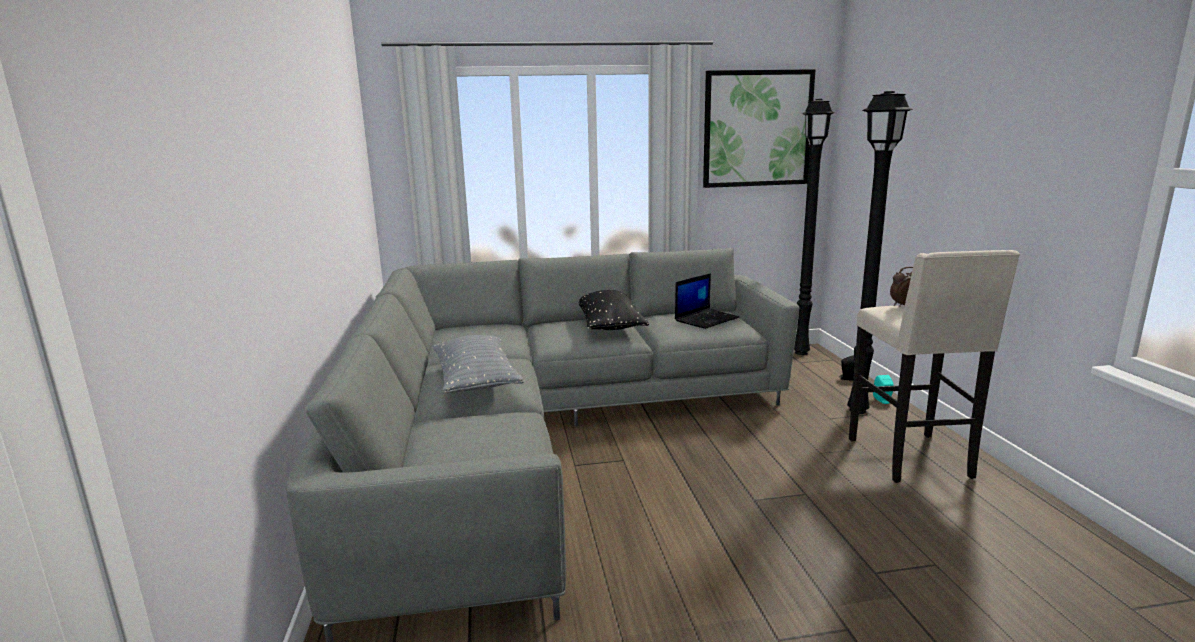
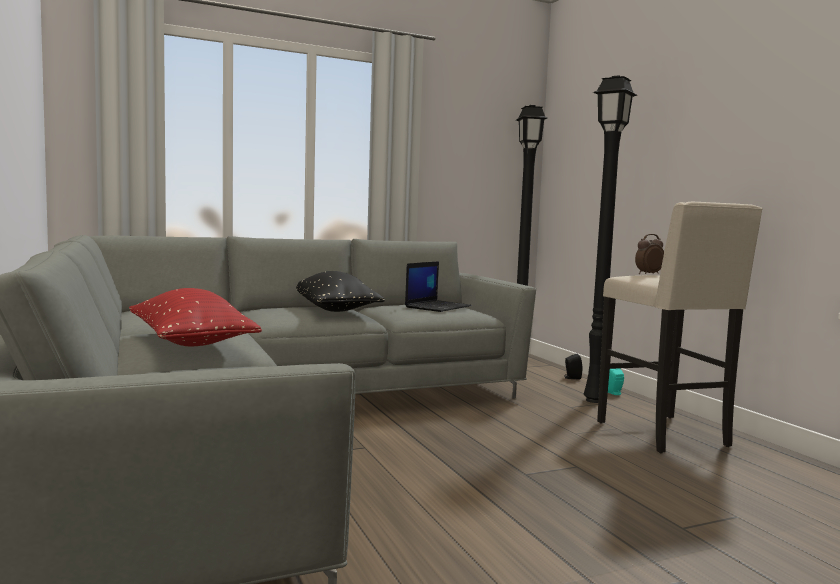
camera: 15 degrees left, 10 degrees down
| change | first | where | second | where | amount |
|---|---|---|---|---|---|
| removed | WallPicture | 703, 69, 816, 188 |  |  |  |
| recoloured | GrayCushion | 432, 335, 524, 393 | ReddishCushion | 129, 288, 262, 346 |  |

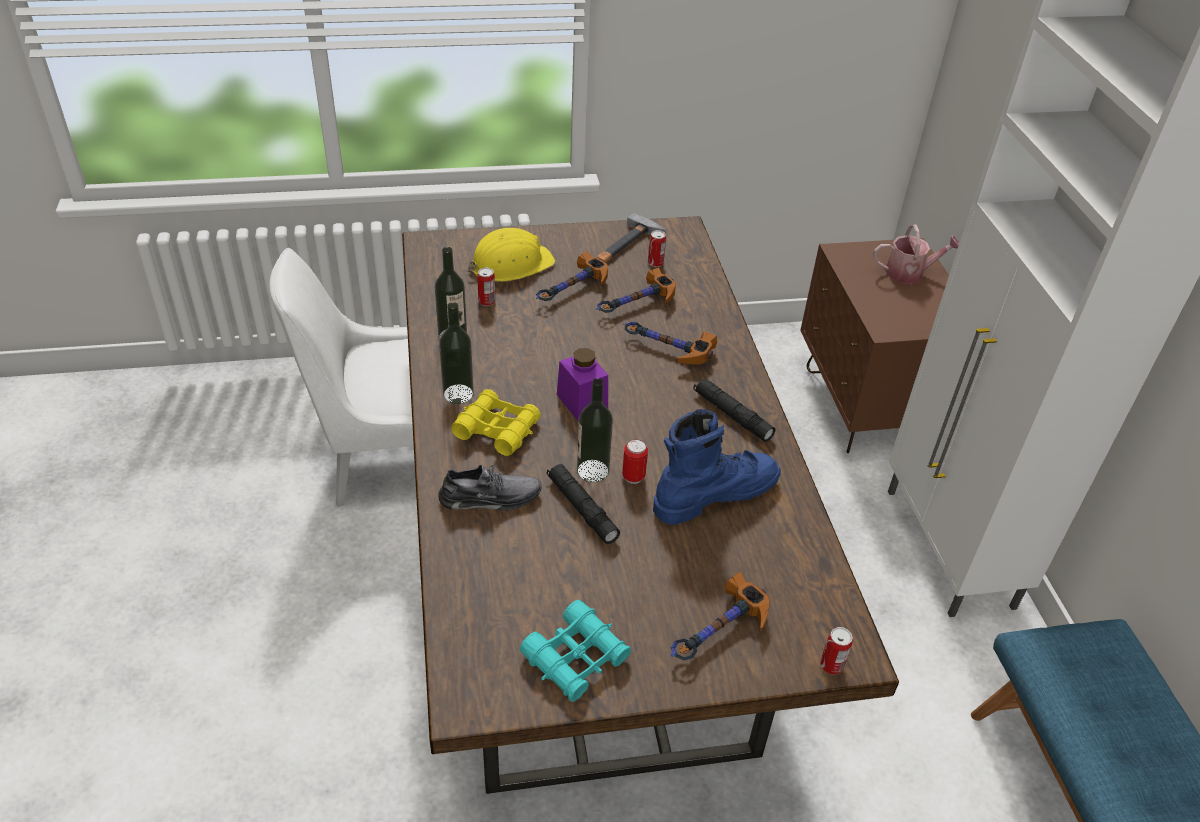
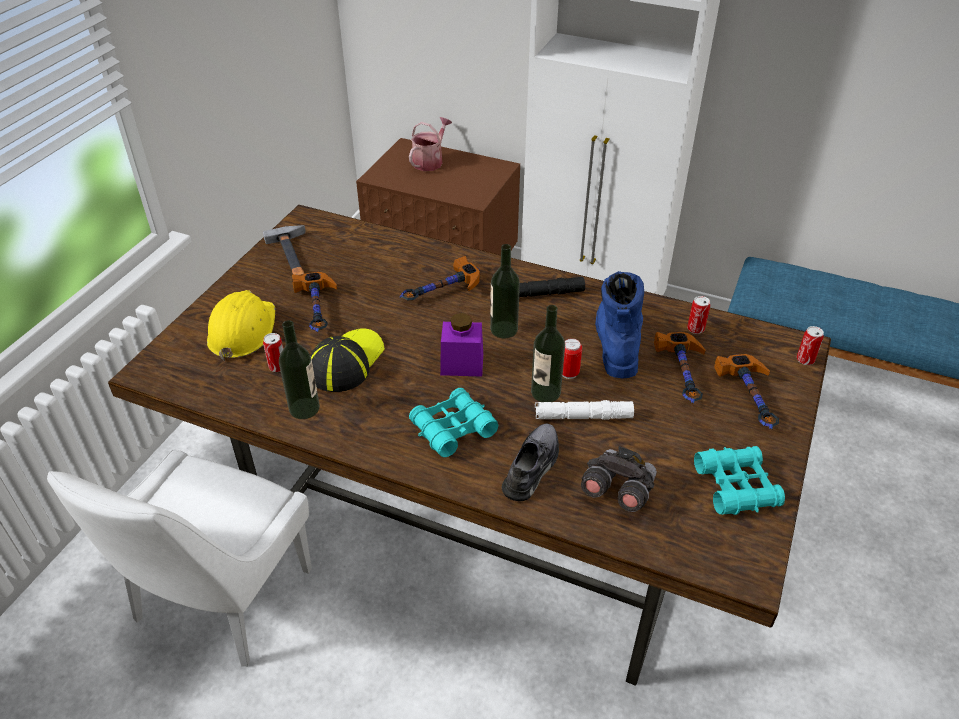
camera: 55 degrees left, 0 degrees up
| change | first | where | second | where | amount |
|---|---|---|---|---|---|
| added |  |  | PeakedCap | 310, 328, 385, 392 |  |
| added |  |  | GrayBinoculars | 581, 446, 657, 512 |  |
| moved | Bottle | 439, 302, 474, 404 |  | 490, 244, 520, 338 |  |
| moved | HandHammer | 596, 267, 676, 313 |  | 654, 332, 706, 403 |  |
| moved | Can | 648, 230, 666, 267 |  | 687, 296, 710, 334 |  |
| recoloured | YellowBinoculars | 452, 389, 541, 456 | TurquoiseBinoculars | 409, 388, 498, 457 |  |
| recoloured | BlackFlashlight | 547, 463, 620, 544 | WhiteFlashlight | 535, 400, 634, 420 |  |

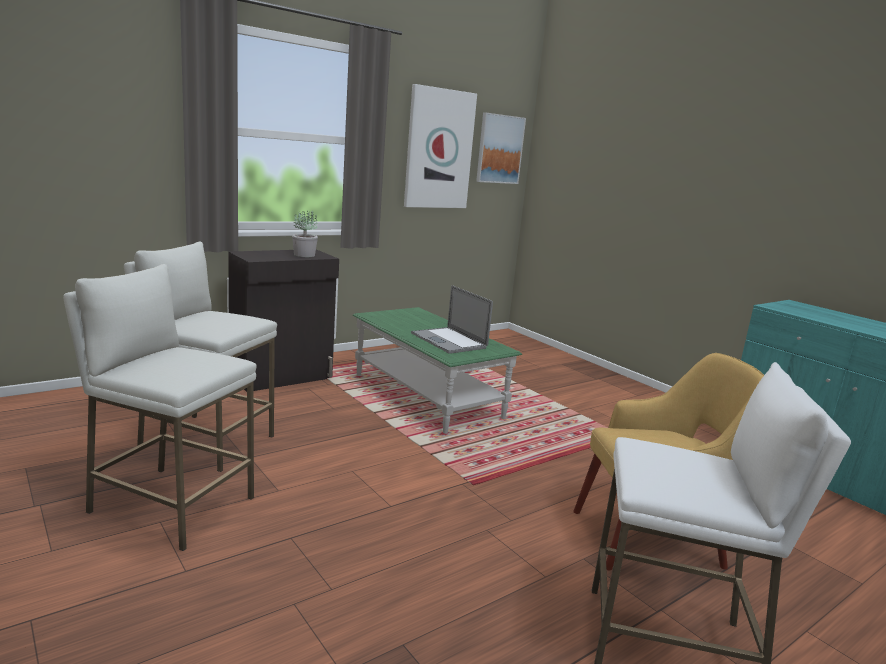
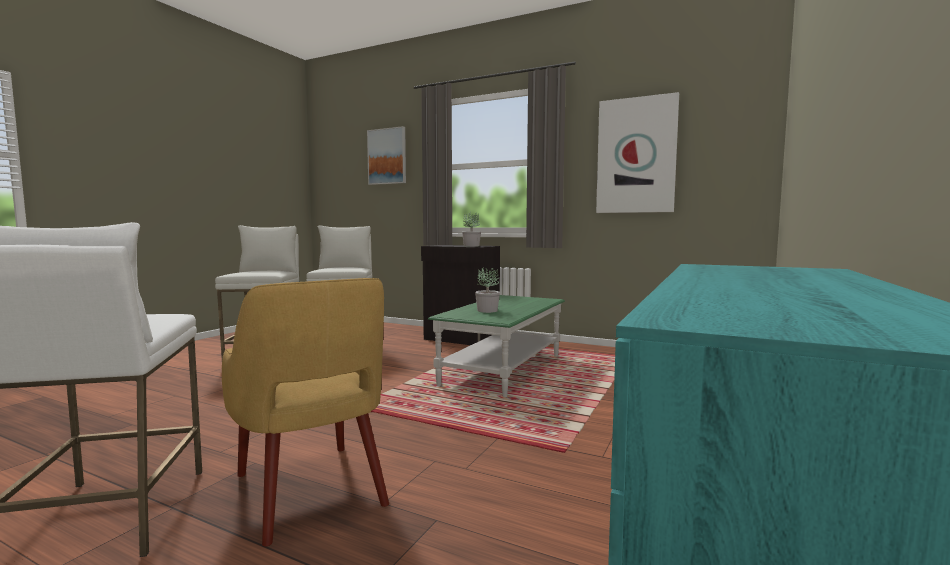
camera: 65 degrees right, 10 degrees down
| change | first | where | second | where | amount |
|---|---|---|---|---|---|
| moved | WallPicture | 476, 112, 526, 184 |  | 367, 126, 406, 185 |  |
| replaced | PortableComputer | 411, 285, 493, 354 | PlantInAPot | 475, 267, 500, 313 |  |

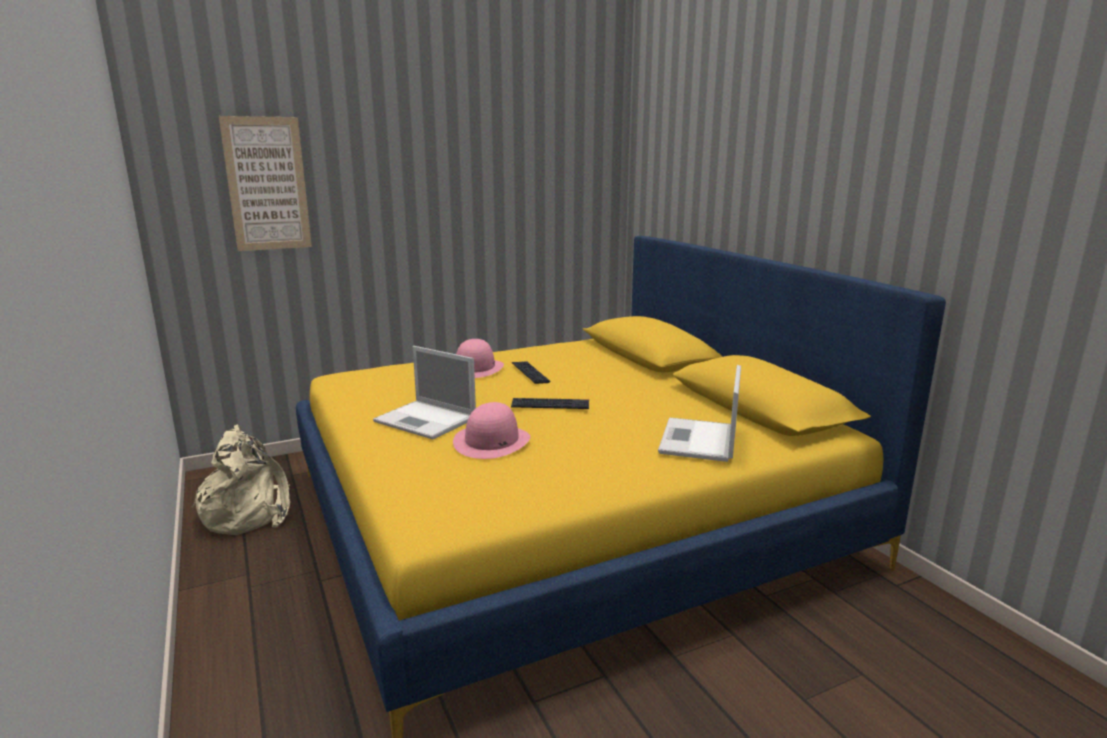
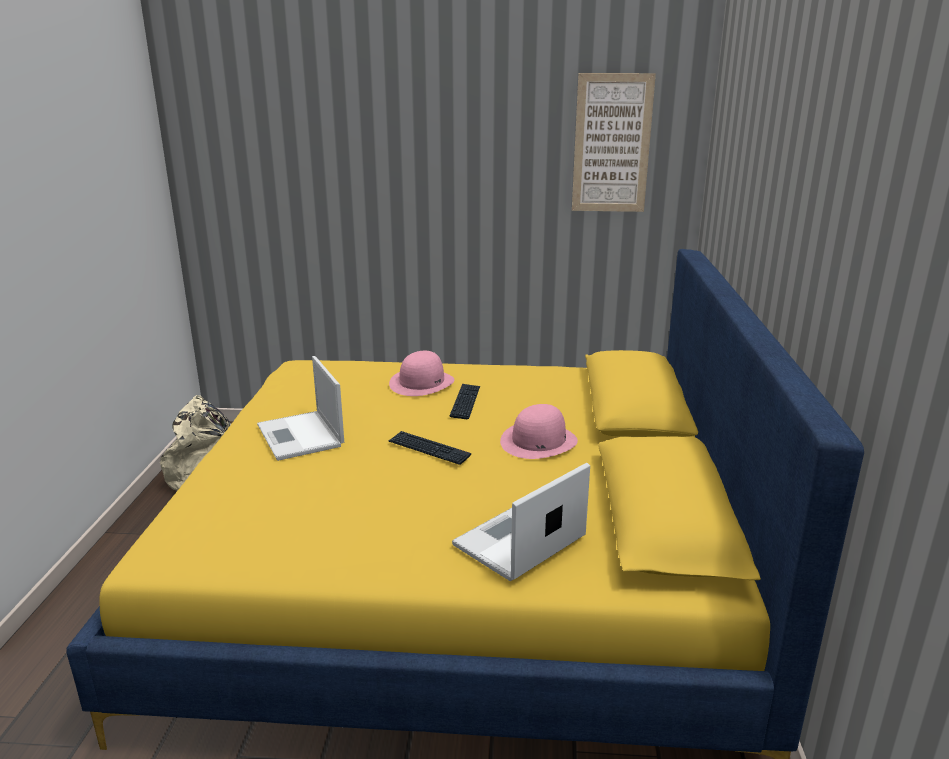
camera: 30 degrees right, 5 degrees up
| change | first | where | second | where | amount |
|---|---|---|---|---|---|
| moved | WallPicture | 219, 116, 312, 251 |  | 572, 73, 656, 212 |  |
| moved | PinkHat | 453, 402, 530, 459 |  | 500, 404, 578, 459 |  |

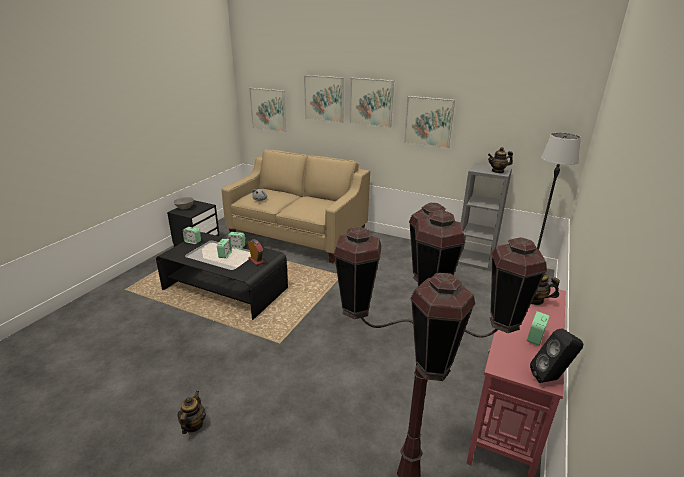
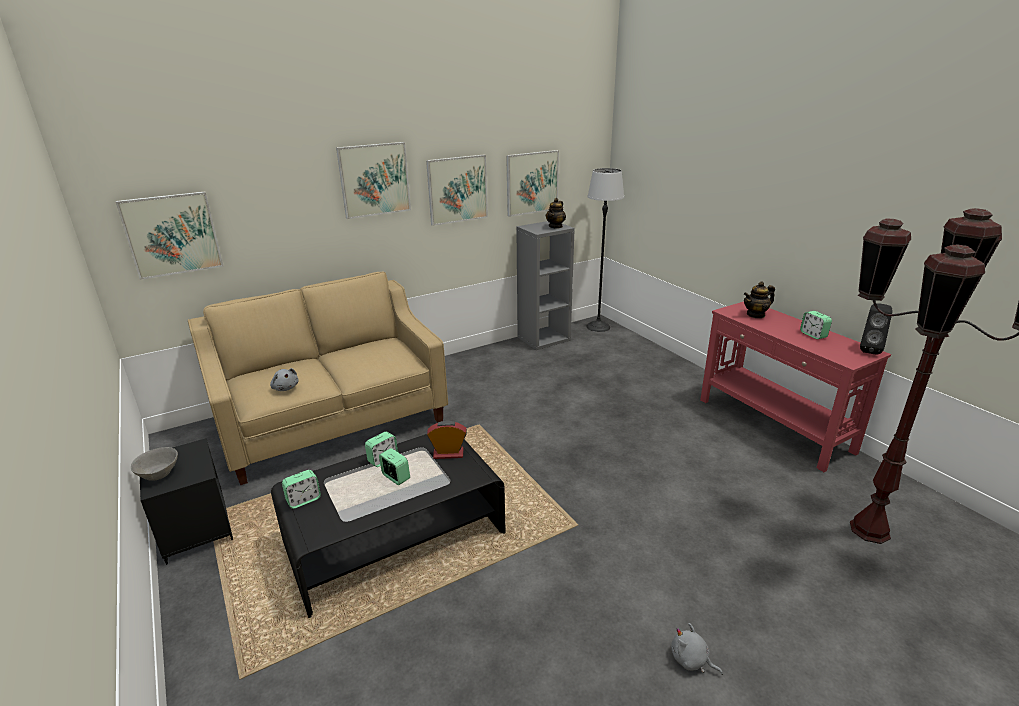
camera: 55 degrees left, 0 degrees up
| change | first | where | second | where | amount |
|---|---|---|---|---|---|
| moved | WallPicture | 304, 75, 344, 123 |  | 506, 150, 559, 217 |  |
| replaced | Teapot | 177, 391, 206, 434 | GrayCuddlyToy | 671, 623, 723, 675 |  |

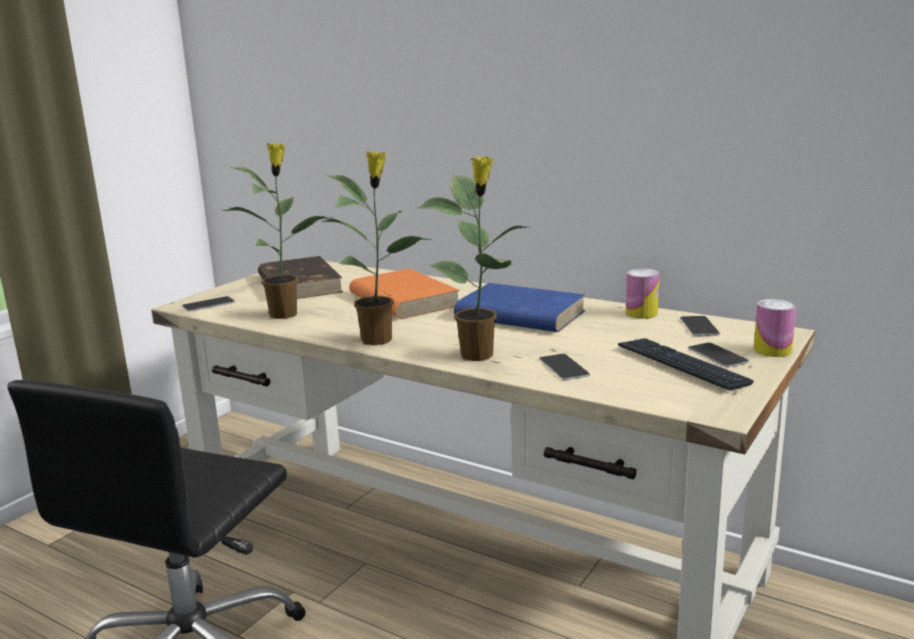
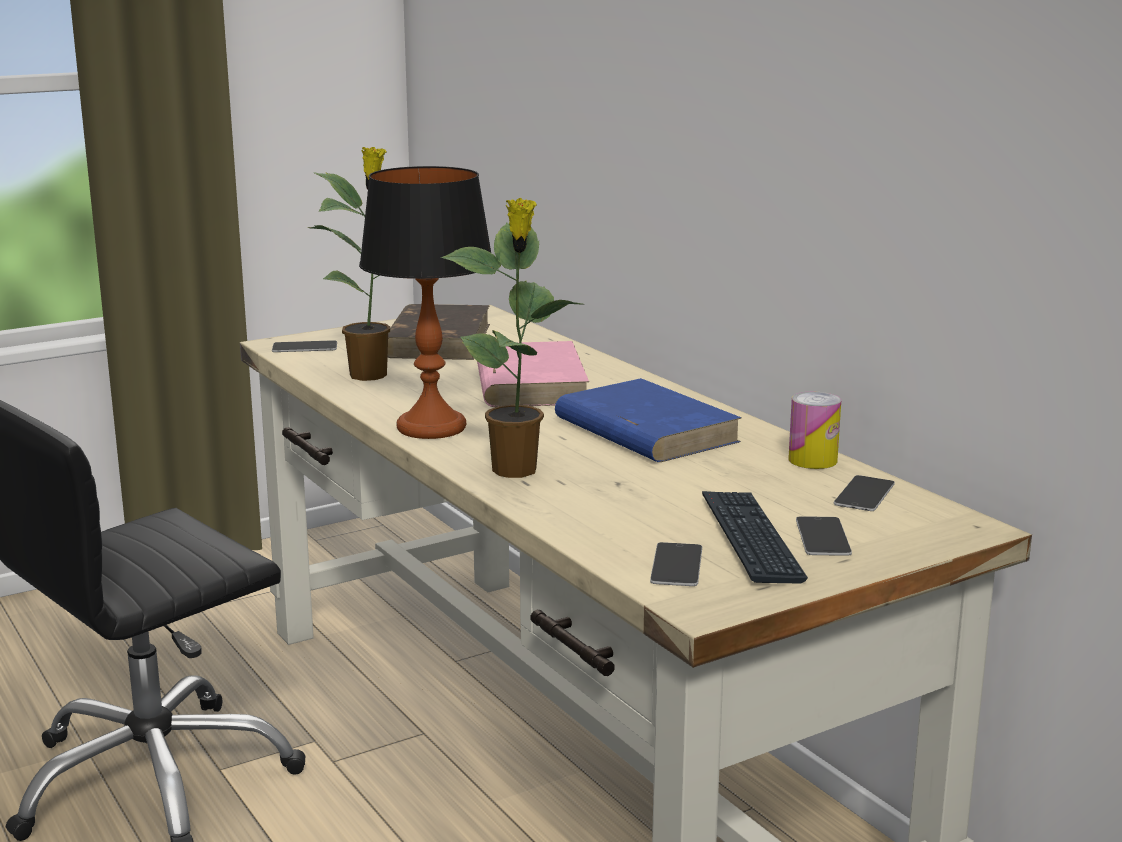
camera: 25 degrees right, 0 degrees up
| change | first | where | second | where | amount |
|---|---|---|---|---|---|
| removed | Can | 754, 299, 797, 357 |  |  |  |
| moved | Handset | 539, 354, 590, 380 |  | 650, 542, 702, 586 |  |
| replaced | PlantInAPot | 322, 151, 432, 345 | TabletopLamp | 359, 166, 491, 439 |  |
| recoloured | OrangeColouredVolume | 349, 268, 460, 319 | PinkVolume | 477, 341, 589, 407 |  |

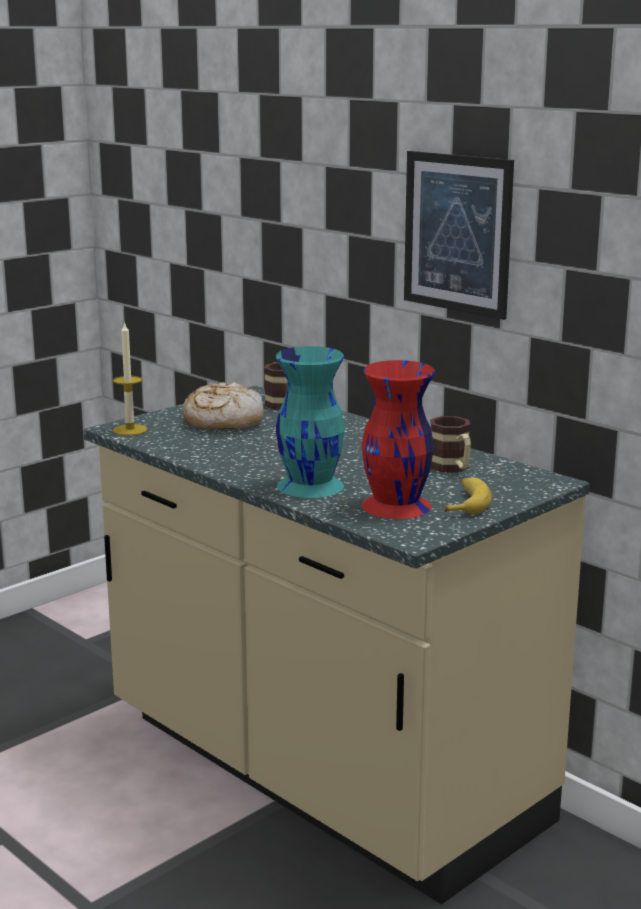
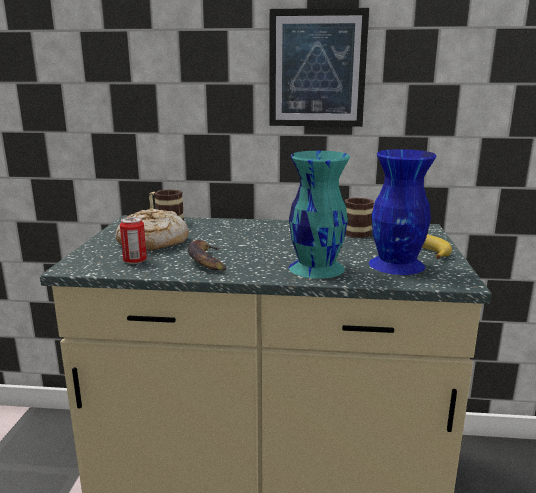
camera: 40 degrees left, 0 degrees up
| change | first | where | second | where | amount |
|---|---|---|---|---|---|
| removed | Candle | 113, 322, 147, 435 |  |  |  |
| added |  |  | Can | 120, 217, 147, 264 |  |
| added |  |  | BananaFruit | 188, 240, 226, 271 |  |
| recoloured | ReddishVase | 361, 360, 435, 519 | BluishVase | 369, 149, 436, 275 |  |

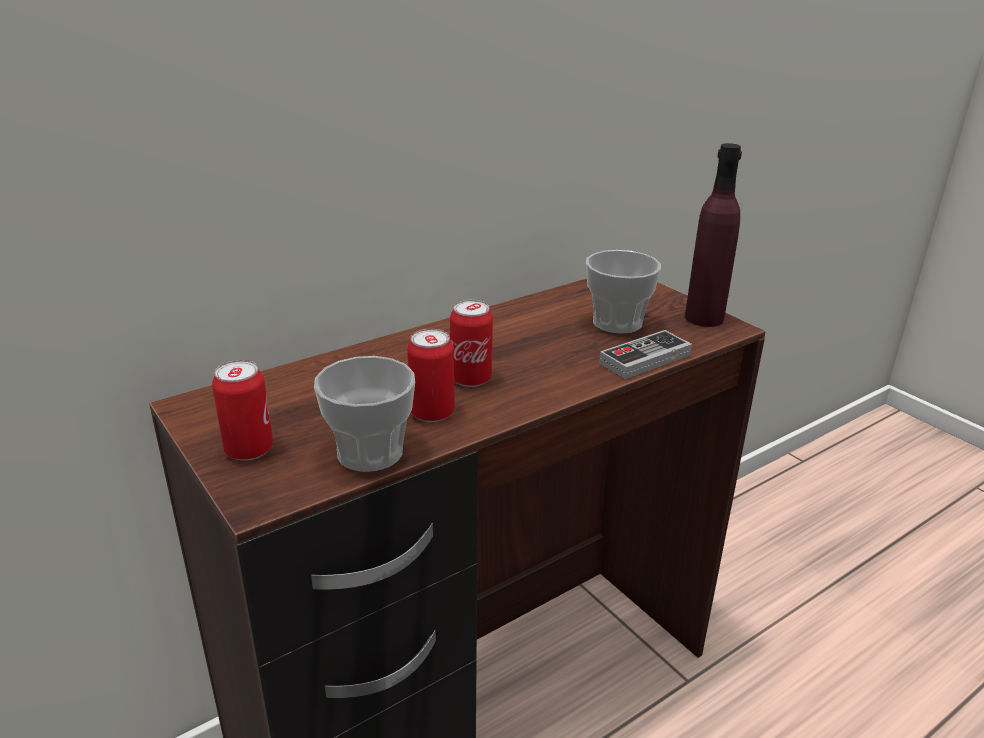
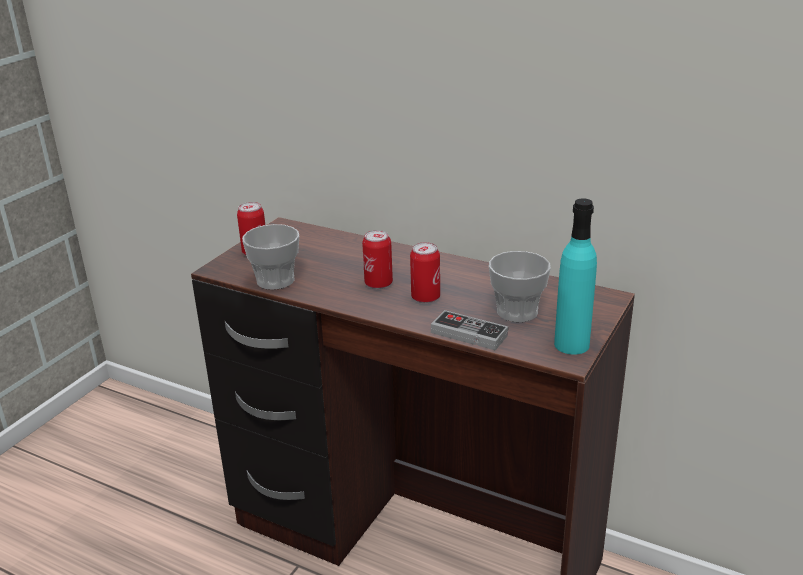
camera: 65 degrees right, 0 degrees up
| change | first | where | second | where | amount |
|---|---|---|---|---|---|
| moved | Can | 407, 329, 455, 422 |  | 410, 242, 440, 303 |  |
| recoloured | PurplishBottle | 685, 143, 742, 327 | TurquoiseBottle | 554, 198, 597, 355 |  |

